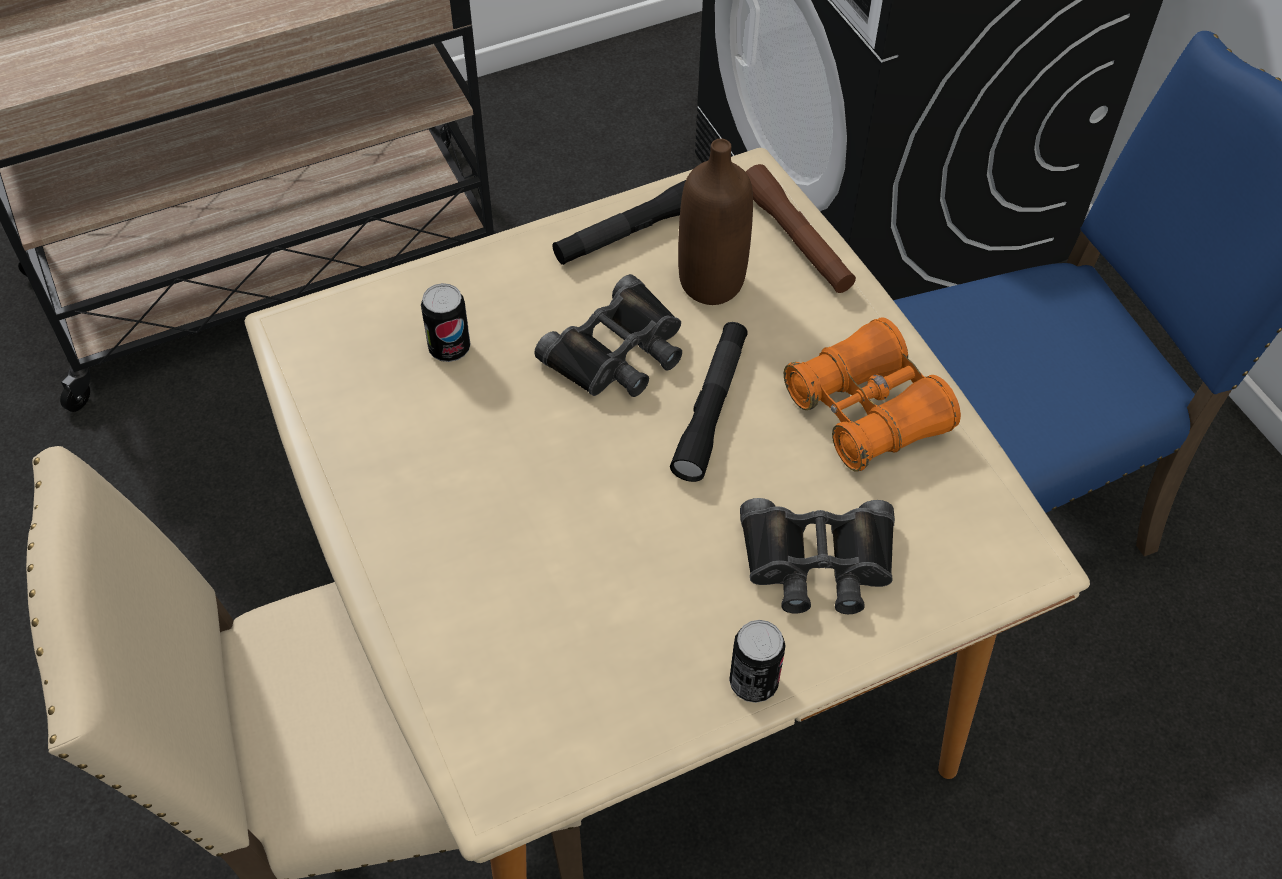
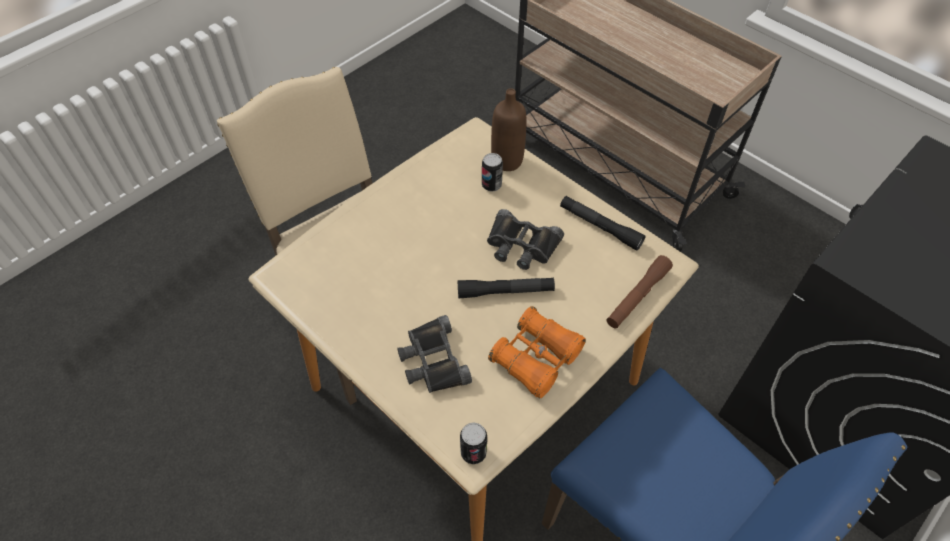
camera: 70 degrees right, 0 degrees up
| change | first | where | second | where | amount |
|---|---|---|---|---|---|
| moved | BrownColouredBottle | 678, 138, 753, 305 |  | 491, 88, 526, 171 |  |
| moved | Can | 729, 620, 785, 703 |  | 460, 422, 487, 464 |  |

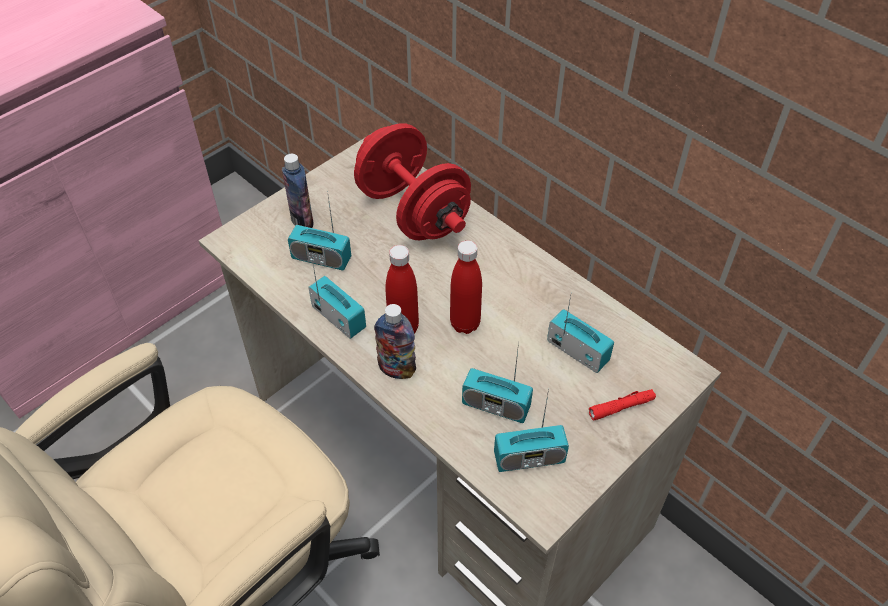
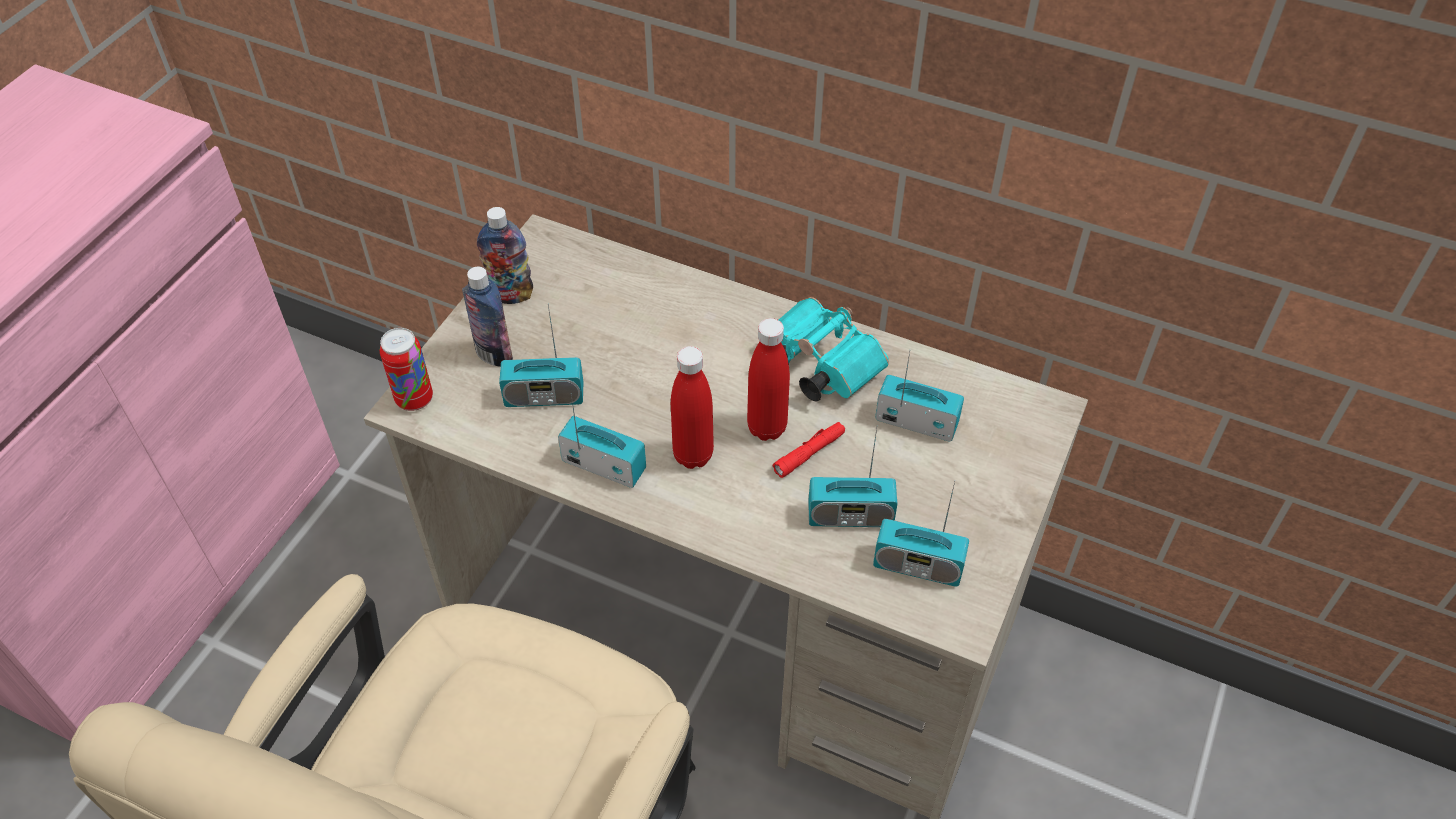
camera: 20 degrees left, 0 degrees up
| change | first | where | second | where | amount |
|---|---|---|---|---|---|
| removed | ReddishDumbbell | 354, 123, 471, 240 |  |  |  |
| added |  |  | Can | 380, 328, 433, 411 |  |
| added |  |  | TurquoiseBinoculars | 779, 297, 889, 402 |  |
| moved | Bottle | 374, 304, 416, 379 |  | 477, 207, 533, 304 |  |
| moved | ReddishFlashlight | 589, 389, 656, 420 |  | 773, 422, 845, 478 |  |
| turned | RadioSet | 494, 389, 569, 472 |  | 873, 482, 969, 587 | 45 degrees clockwise |

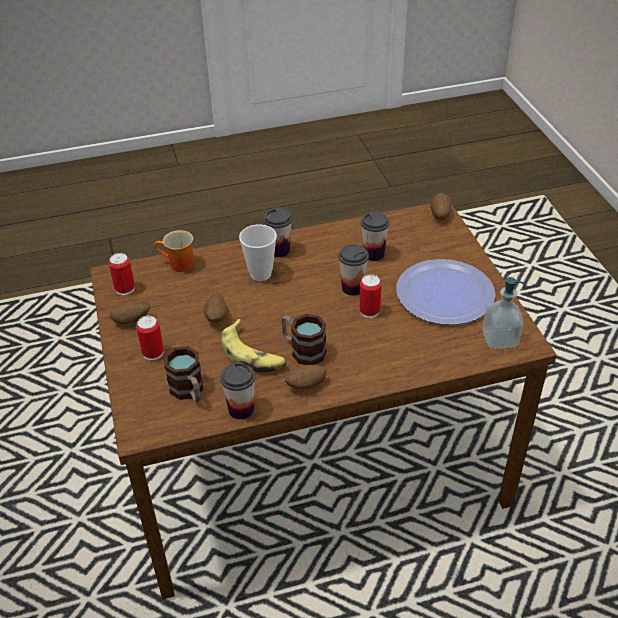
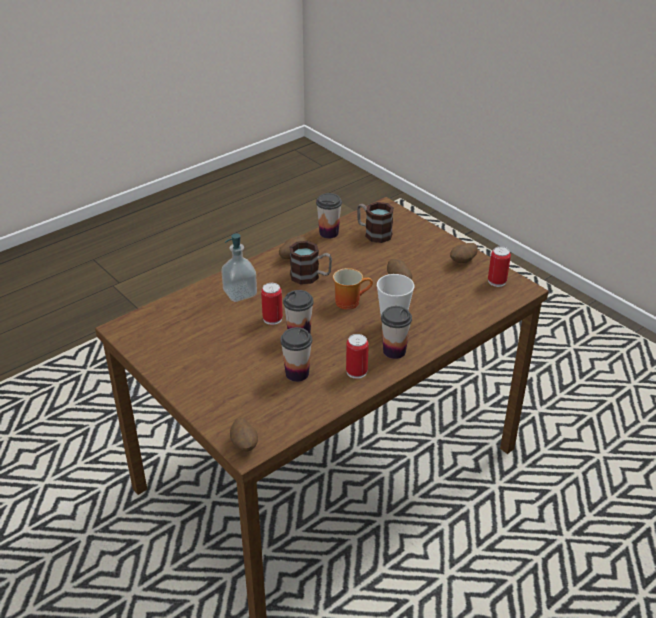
camera: 155 degrees right, 5 degrees down
| change | first | where | second | where | amount |
|---|---|---|---|---|---|
| removed | BananaFruit | 221, 319, 287, 373 |  |  |  |
| removed | Plate | 396, 259, 495, 325 |  |  |  |
| moved | Can | 136, 316, 164, 360 |  | 346, 334, 369, 379 |  |
| moved | CoffeeMug | 154, 230, 194, 272 |  | 333, 268, 373, 310 |  |
| moved | SoapBottle | 482, 277, 524, 349 |  | 221, 233, 257, 302 |  |

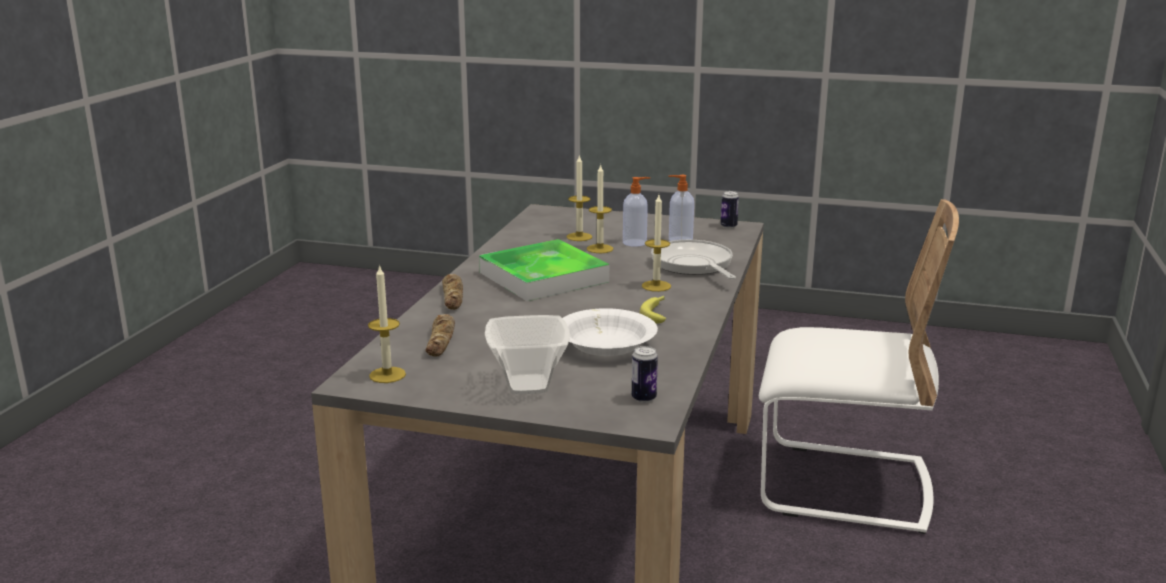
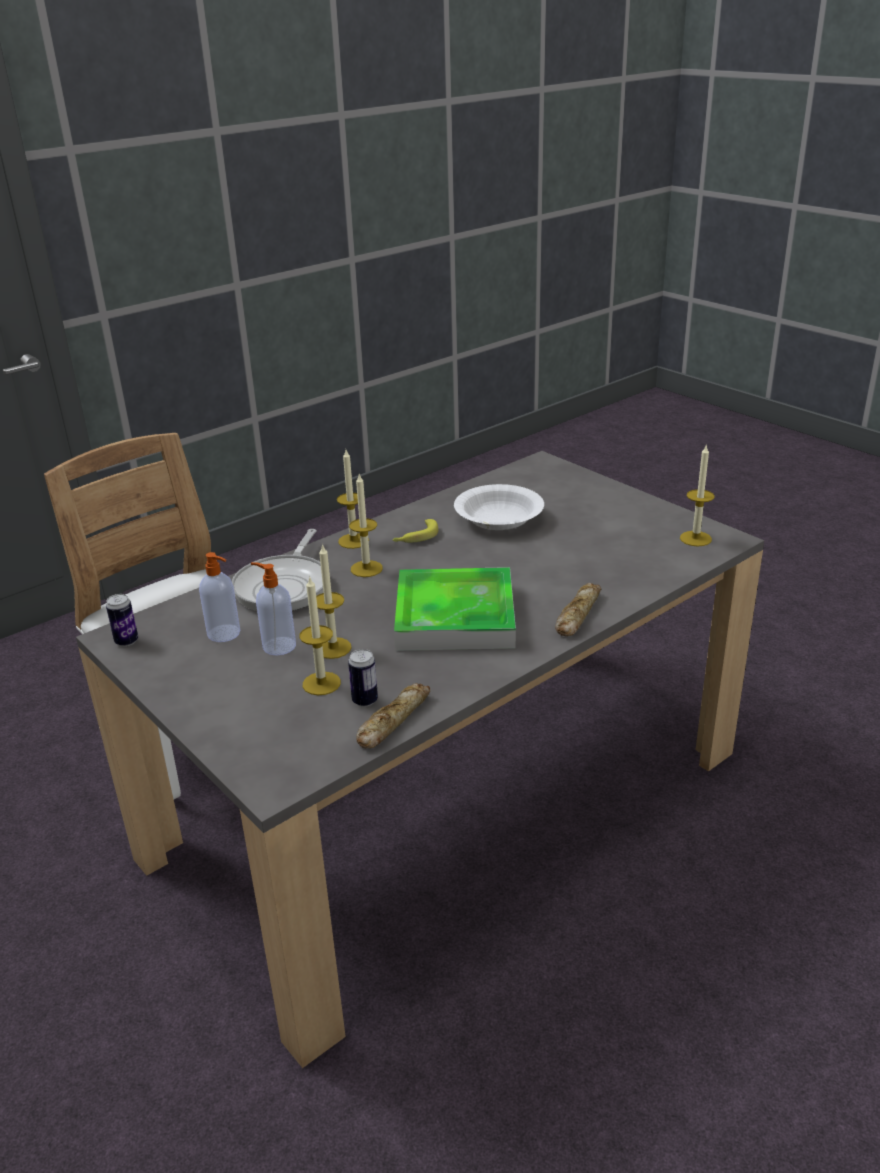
camera: 145 degrees left, 10 degrees up
| change | first | where | second | where | amount |
|---|---|---|---|---|---|
| removed | DeepDish | 485, 315, 570, 394 |  |  |  |
| added |  |  | Candle | 337, 450, 369, 549 |  |
| moved | BakeryBread | 426, 314, 455, 357 |  | 356, 683, 430, 748 |  |
| moved | Can | 632, 346, 658, 403 |  | 348, 649, 378, 707 |  |

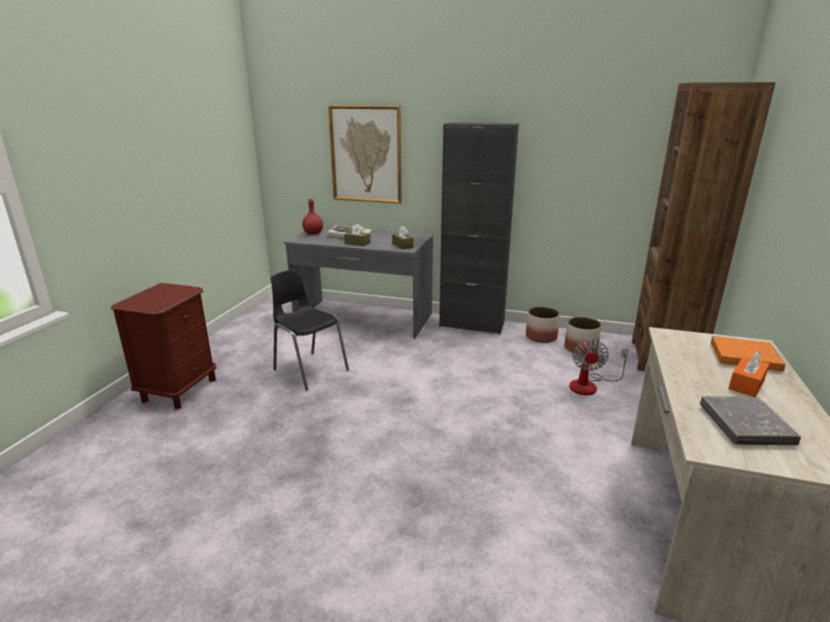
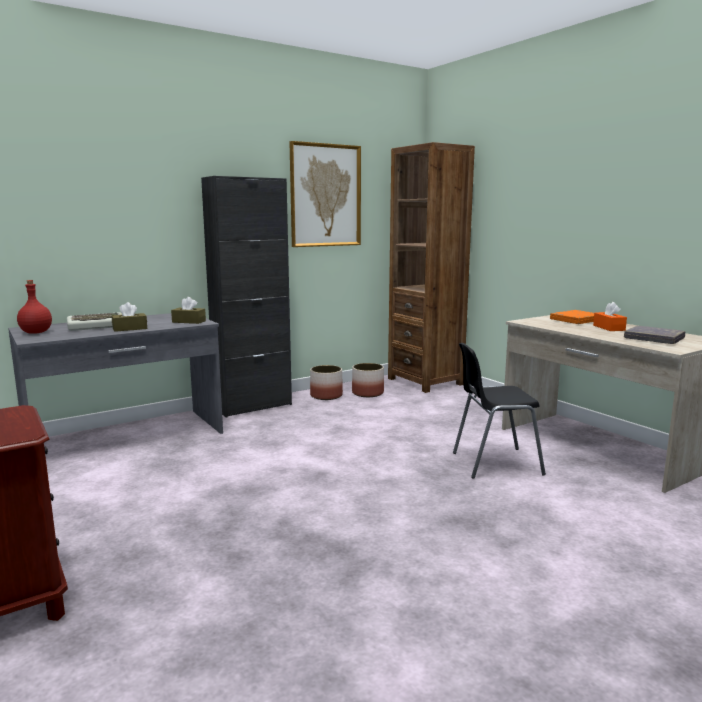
camera: 50 degrees left, 10 degrees down
| change | first | where | second | where | amount |
|---|---|---|---|---|---|
| removed | Fan | 569, 339, 629, 395 |  |  |  |
| moved | BlackUprightChair | 271, 269, 349, 391 |  | 453, 343, 546, 479 |  |
| moved | WallPicture | 328, 105, 401, 203 |  | 289, 141, 361, 247 |  |

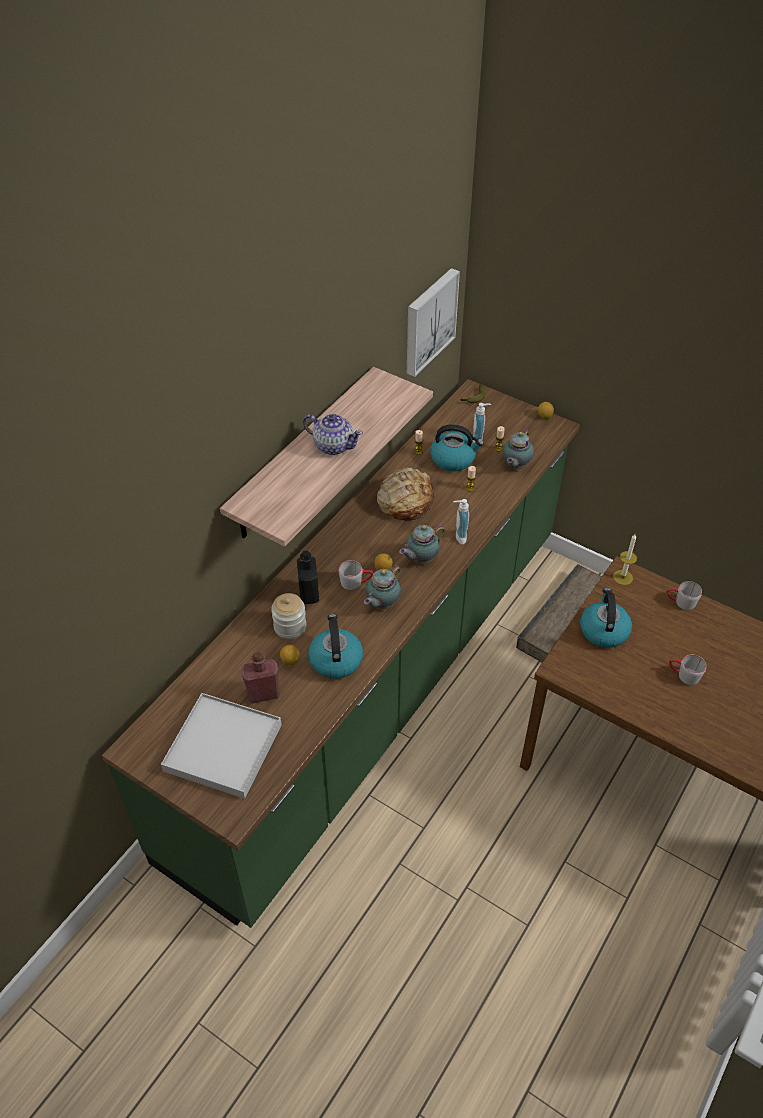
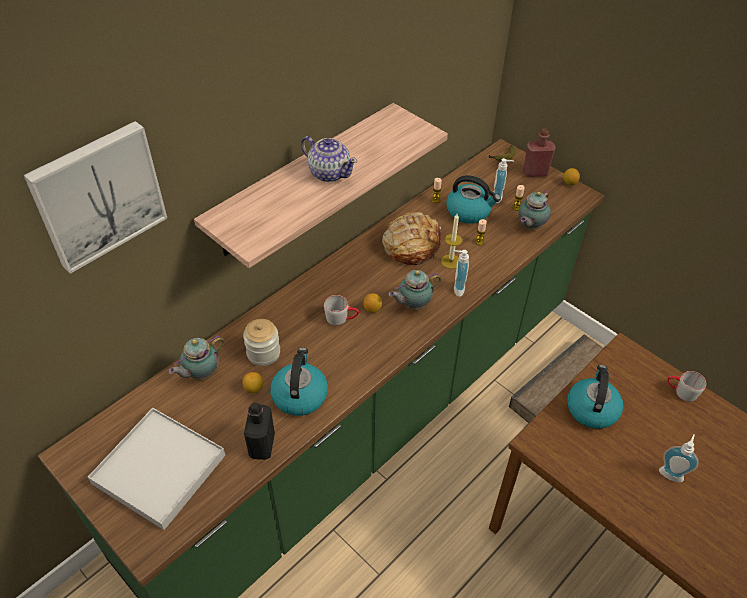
camera: 10 degrees right, 0 degrees up
| change | first | where | second | where | amount |
|---|---|---|---|---|---|
| moved | ReddishBottle | 241, 652, 280, 704 |  | 523, 128, 556, 177 |  |
| moved | BlackBottle | 297, 551, 319, 604 |  | 244, 403, 275, 460 |  |
| moved | Teapot | 364, 564, 401, 609 |  | 169, 335, 225, 381 |  |
| moved | WallPicture | 407, 268, 460, 377 |  | 24, 121, 167, 274 |  |
| moved | Candle | 613, 534, 637, 585 |  | 441, 214, 462, 269 |  |
| replaced | GrayCoffeeMug | 669, 655, 706, 685 | SoapBottle | 659, 434, 699, 482 |  |

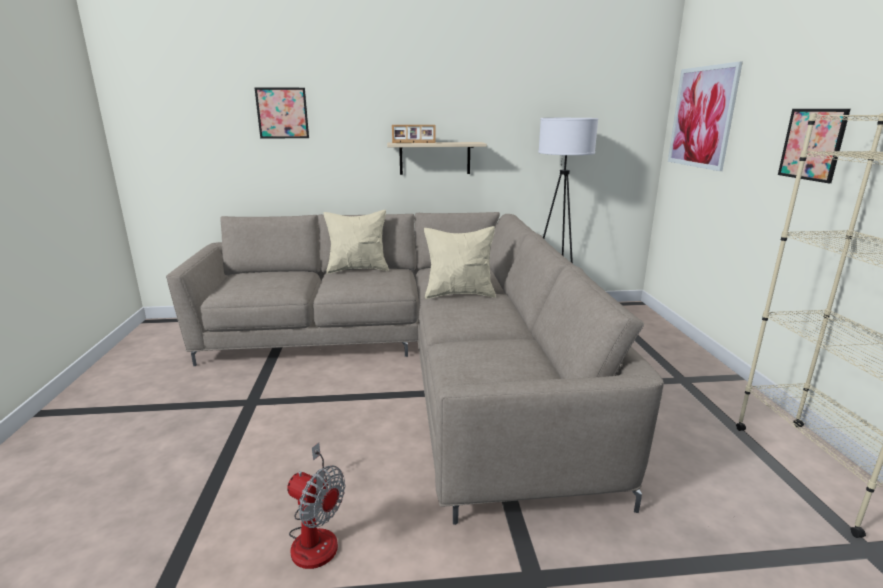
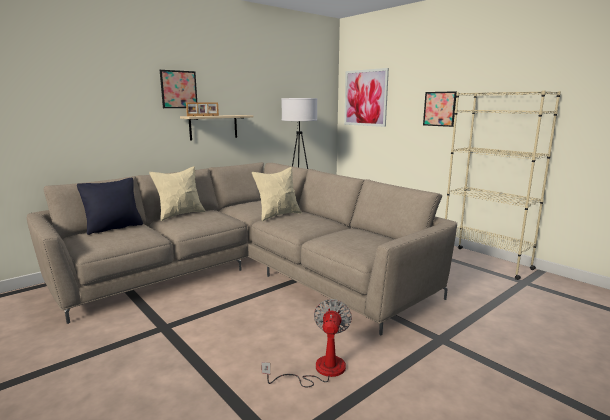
camera: 35 degrees left, 5 degrees down
| change | first | where | second | where | amount |
|---|---|---|---|---|---|
| added |  |  | BlackCushion | 77, 178, 143, 235 |  |
| moved | WallPicture | 254, 87, 309, 139 |  | 160, 70, 197, 108 |  |
| turned | Fan | 287, 442, 345, 569 |  | 261, 299, 352, 388 | 75 degrees counterclockwise |

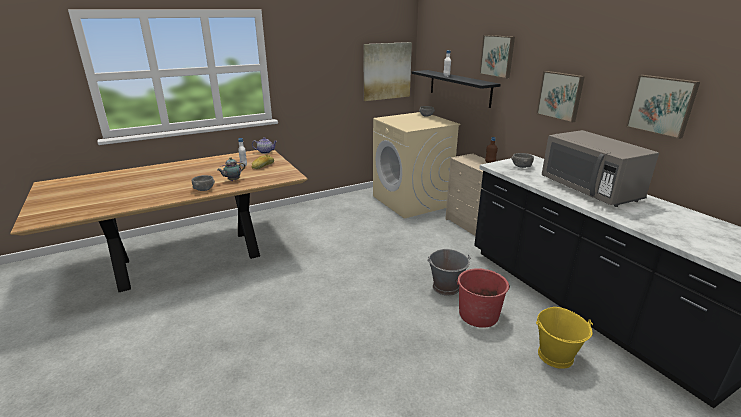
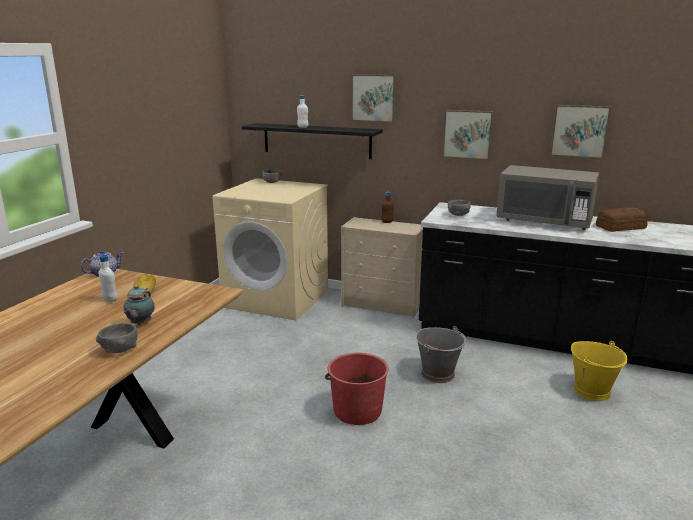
camera: 40 degrees left, 5 degrees down
| change | first | where | second | where | amount |
|---|---|---|---|---|---|
| removed | WallPicture | 363, 42, 412, 101 |  |  |  |
| added |  |  | BakeryBread | 596, 207, 648, 232 |  |
| moved | ReddishWaterBucket | 456, 268, 510, 328 |  | 325, 353, 389, 425 |  |

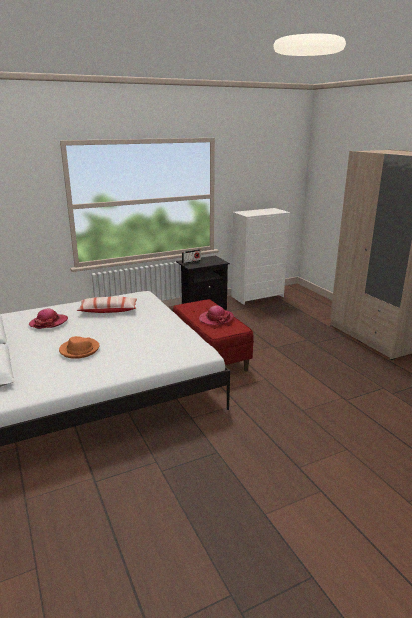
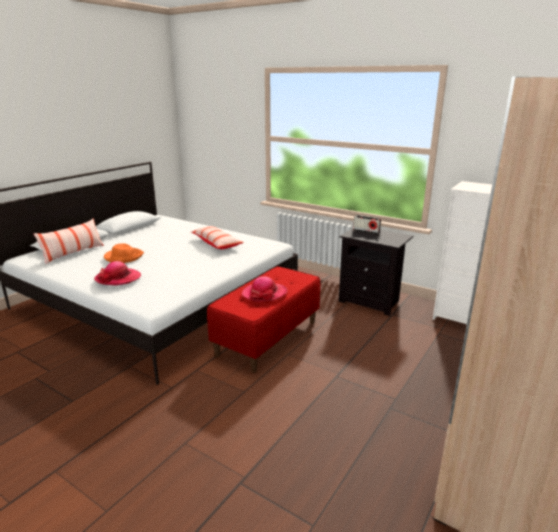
camera: 60 degrees right, 0 degrees up
| change | first | where | second | where | amount |
|---|---|---|---|---|---|
| added |  |  | Cushion | 34, 219, 104, 264 |  |
| moved | Hat | 29, 309, 68, 329 |  | 94, 261, 141, 285 |  |

